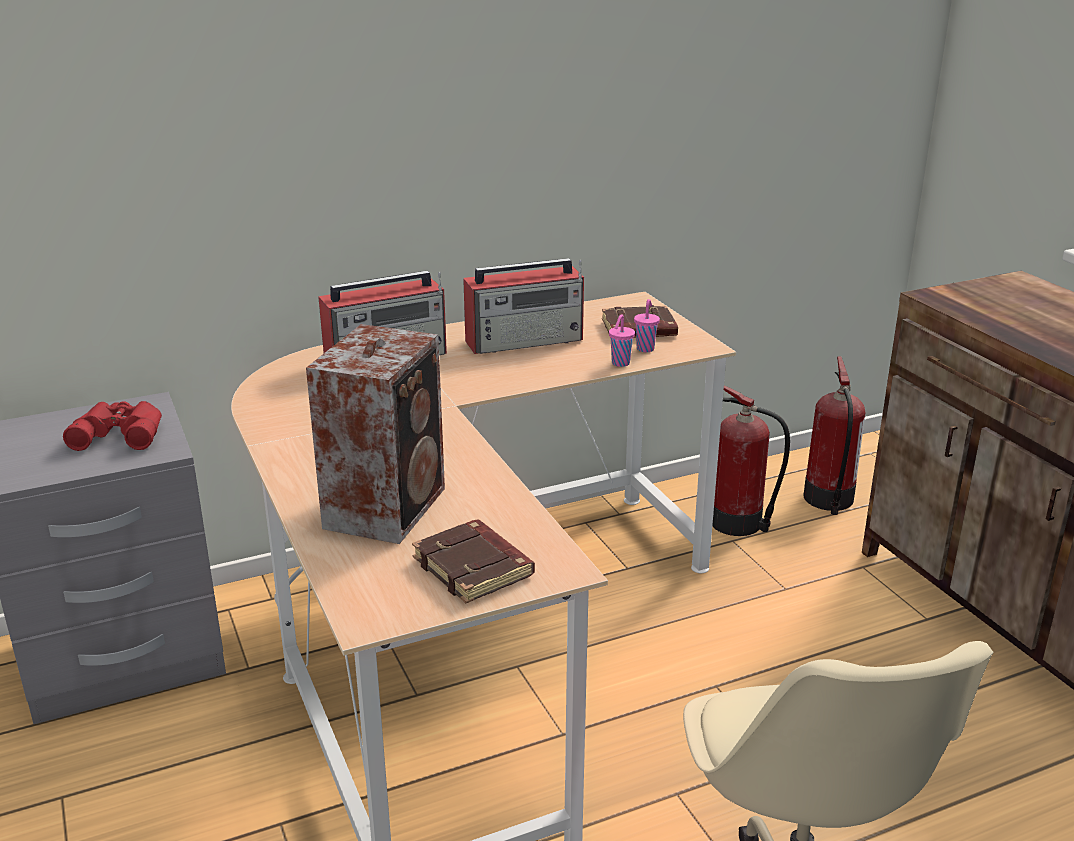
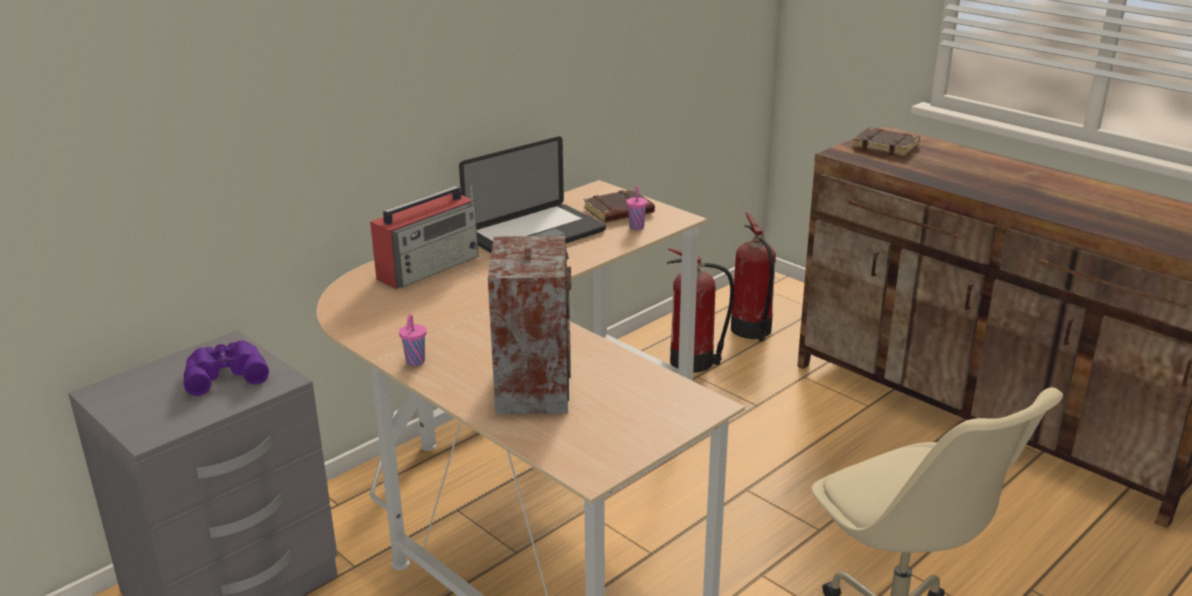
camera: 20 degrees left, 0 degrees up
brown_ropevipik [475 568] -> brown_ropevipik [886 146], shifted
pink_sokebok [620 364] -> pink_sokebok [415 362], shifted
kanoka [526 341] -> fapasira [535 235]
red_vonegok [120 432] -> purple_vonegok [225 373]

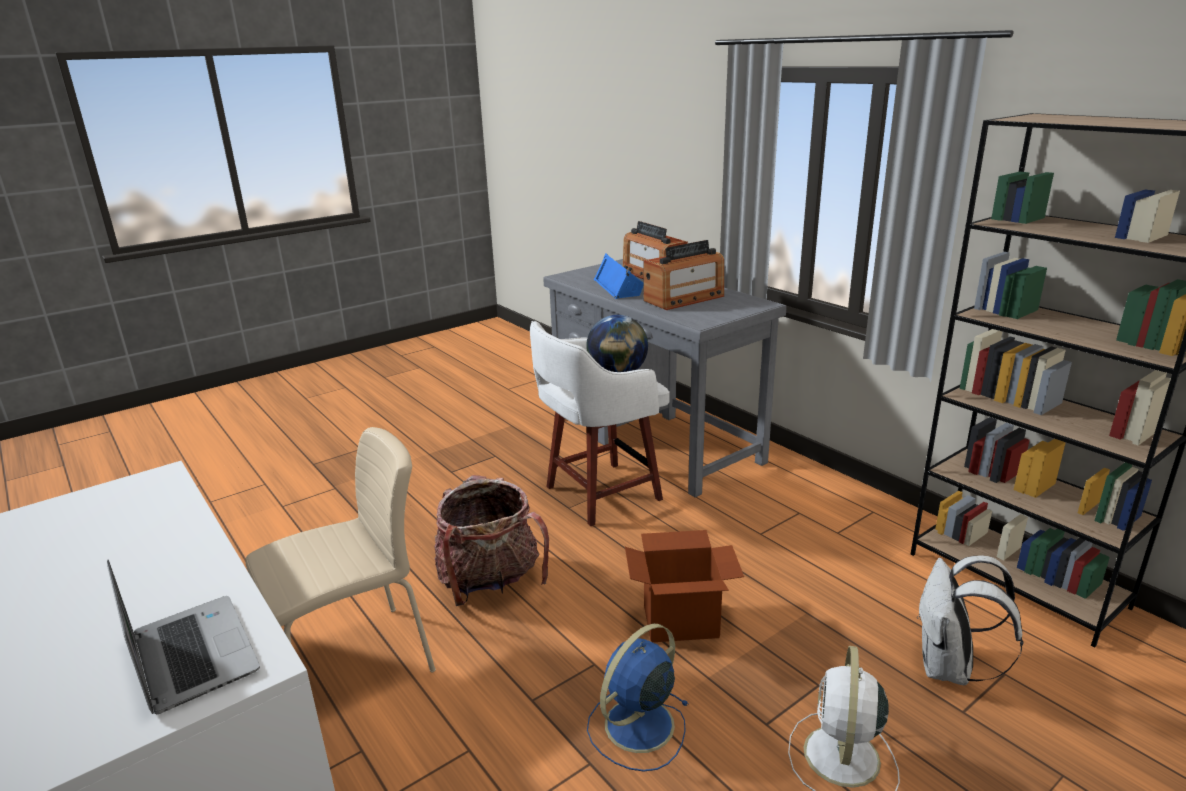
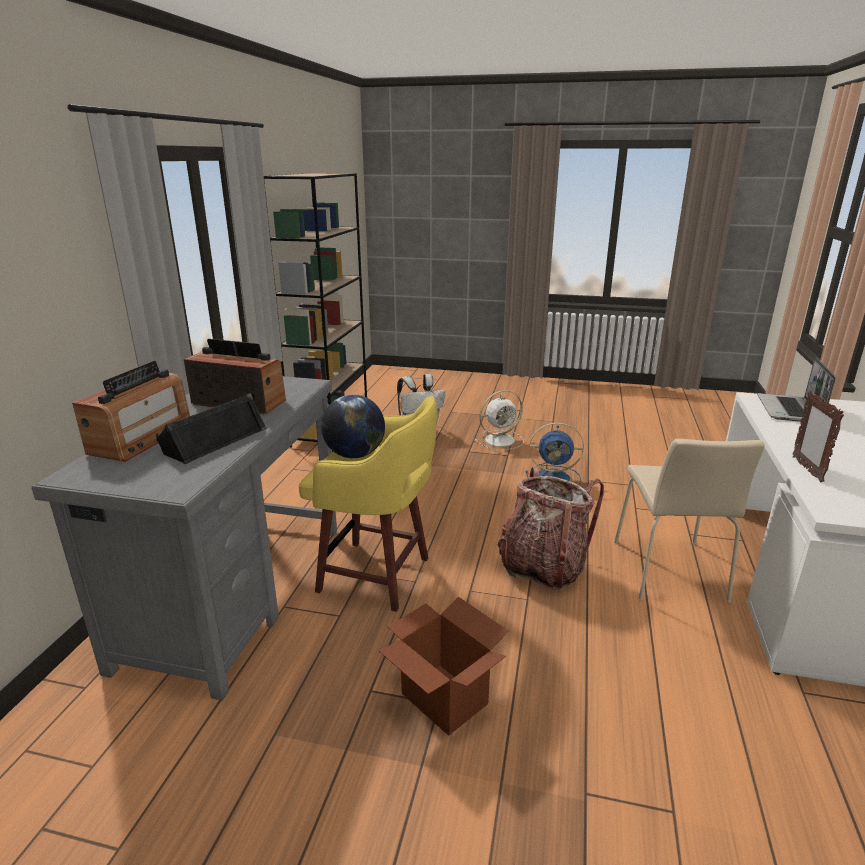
camera: 130 degrees left, 0 degrees up
none -> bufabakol [806 469]
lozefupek [681 621] -> lozefupek [443 698], shifted
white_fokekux [599 494] -> yellow_fokekux [378 575]
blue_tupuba [619 287] -> black_tupuba [214 440]
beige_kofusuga [357 662] -> beige_kofusuga [670 573], 105 degrees counterclockwise

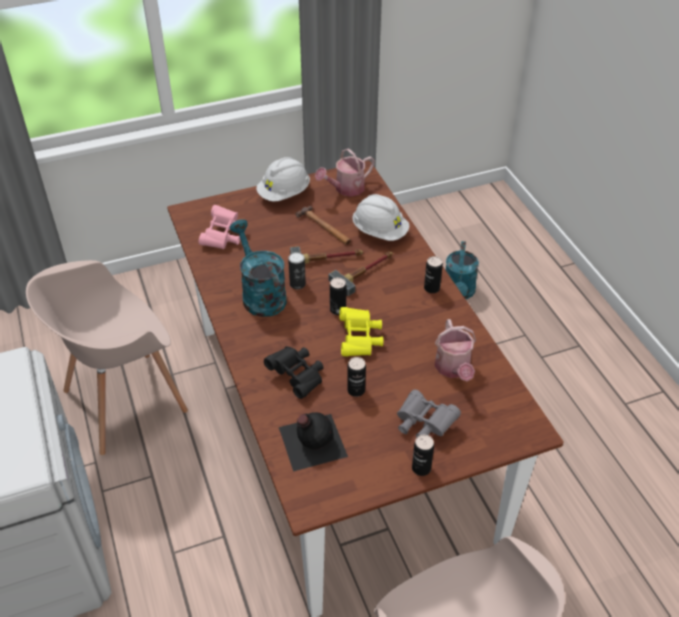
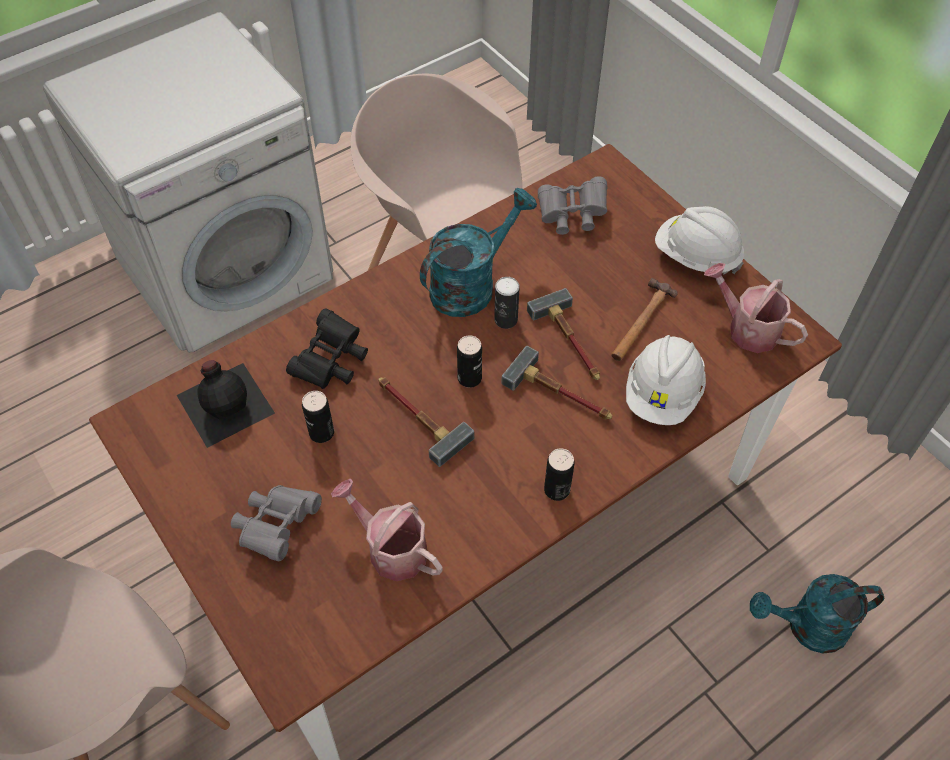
camera: 75 degrees right, 10 degrees up
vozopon [421 468] -> none
yellow_vonegok [360 340] -> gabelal [417 417]
pink_vonegok [223 236] -> grey_vonegok [571 215]
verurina [453 369] -> verurina [391 548], 60 degrees clockwise

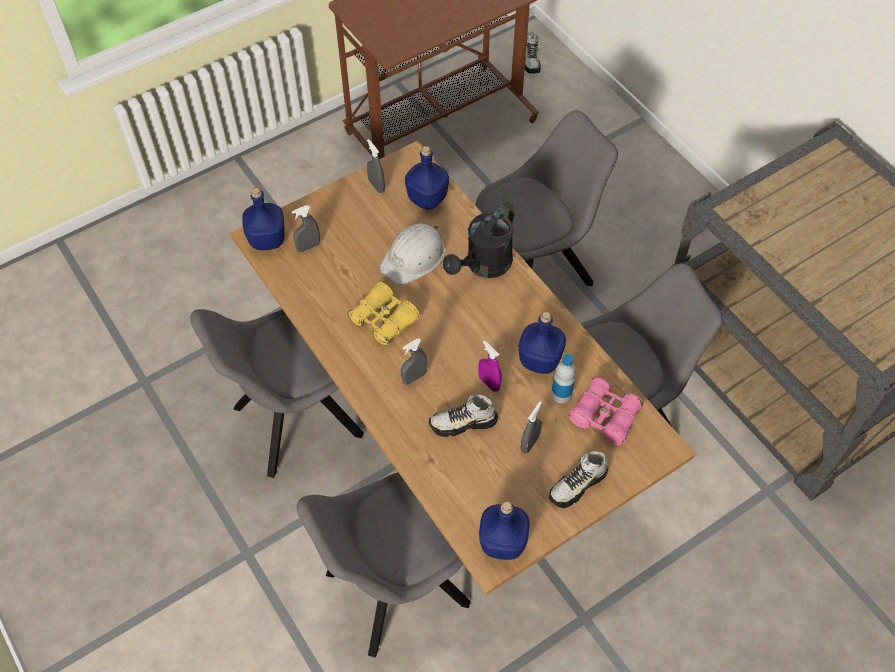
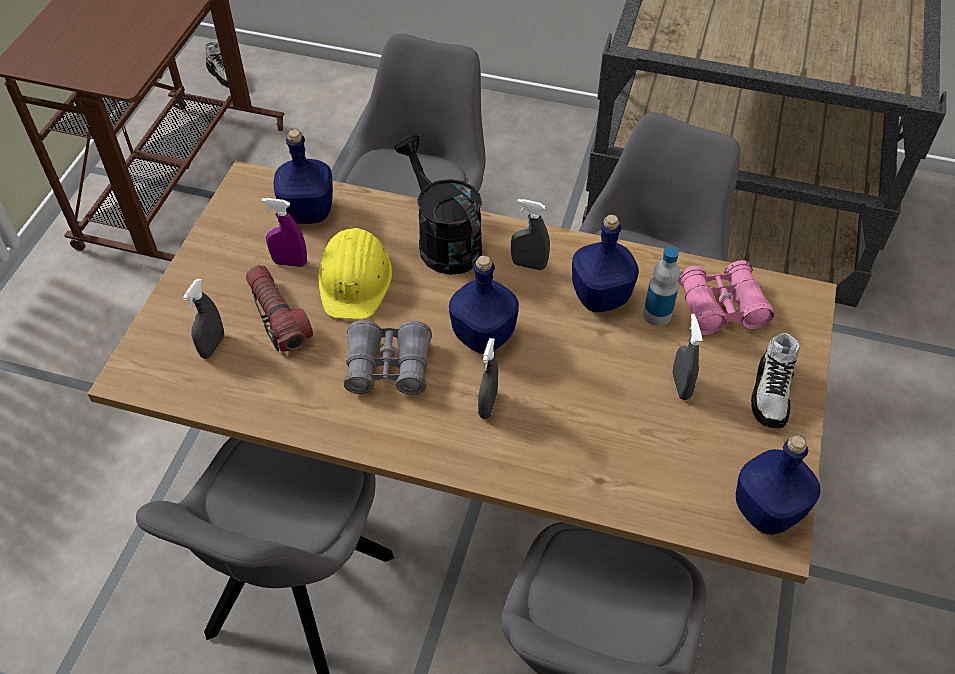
camera: 40 degrees left, 5 degrees down
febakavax [463 423] -> none
none -> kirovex [278 317]
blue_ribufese [267 239] -> blue_ribufese [482 335], shifted
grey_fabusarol [376 186] -> grey_fabusarol [529 265], shifted
purple_fabusarol [489 383] -> purple_fabusarol [290 262], shifted
yellow_vonegok [384 320] -> grey_vonegok [388 367]
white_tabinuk [414 257] -> yellow_tabinuk [355 279]
black_verurina [484 266] -> black_verurina [443 241], 150 degrees clockwise

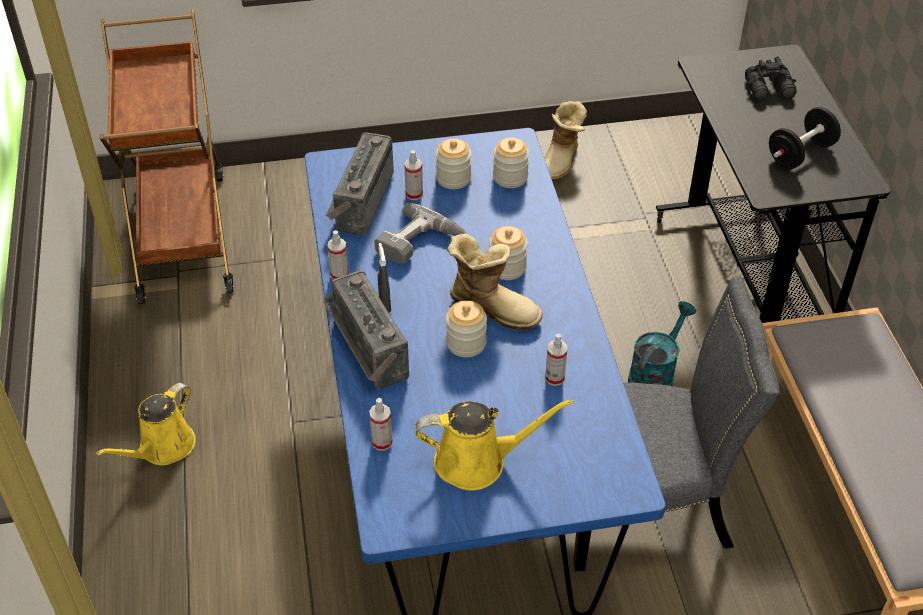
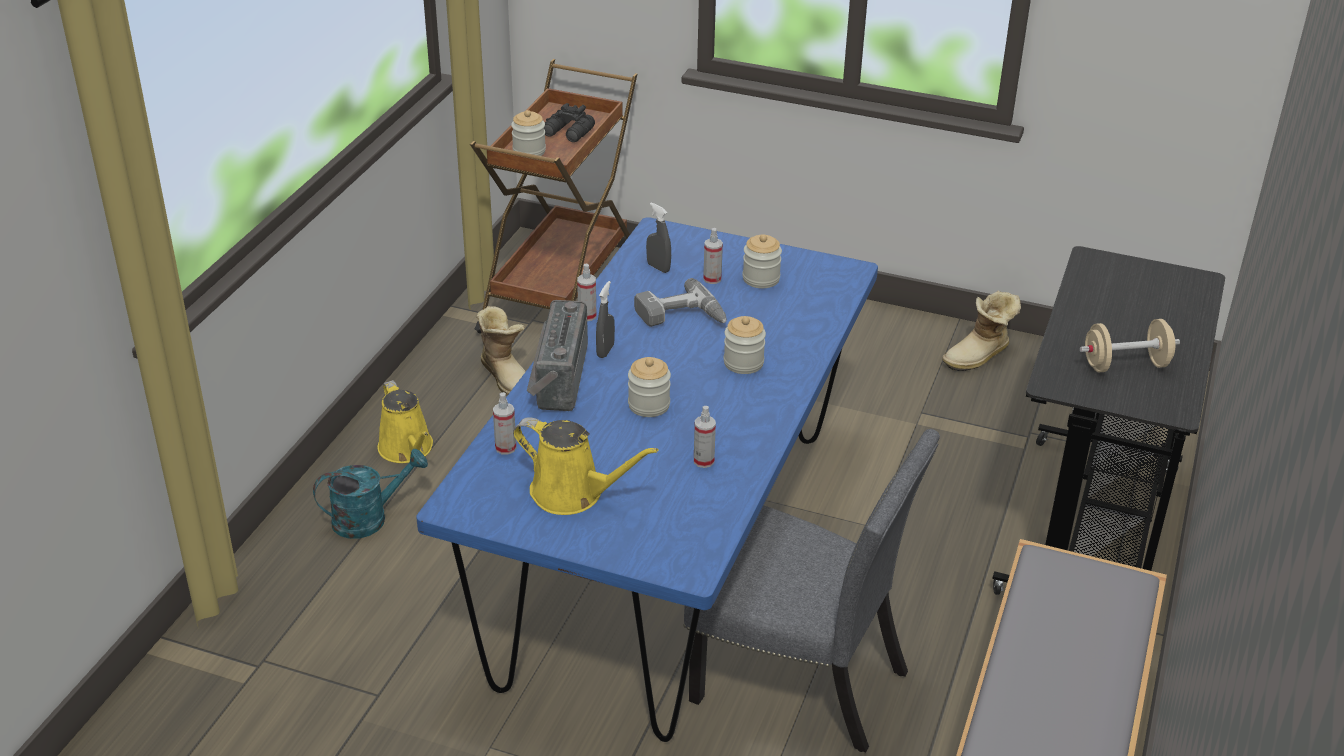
camera: 30 degrees right, 10 degrees down
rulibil [493 306] -> rulibil [507 377], shifted
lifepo [510 177] -> lifepo [529 151], shifted
turquoise_verurina [655 374] -> turquoise_verurina [369 518], shifted
black_vonegok [770 89] -> black_vonegok [568 133], shifted
kanoka [360 201] -> grey_fabusarol [658 267]
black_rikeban [800 154] -> beige_rikeban [1125 365]
yellow_verurina [163 448] -> yellow_verurina [407 449], 90 degrees counterclockwise

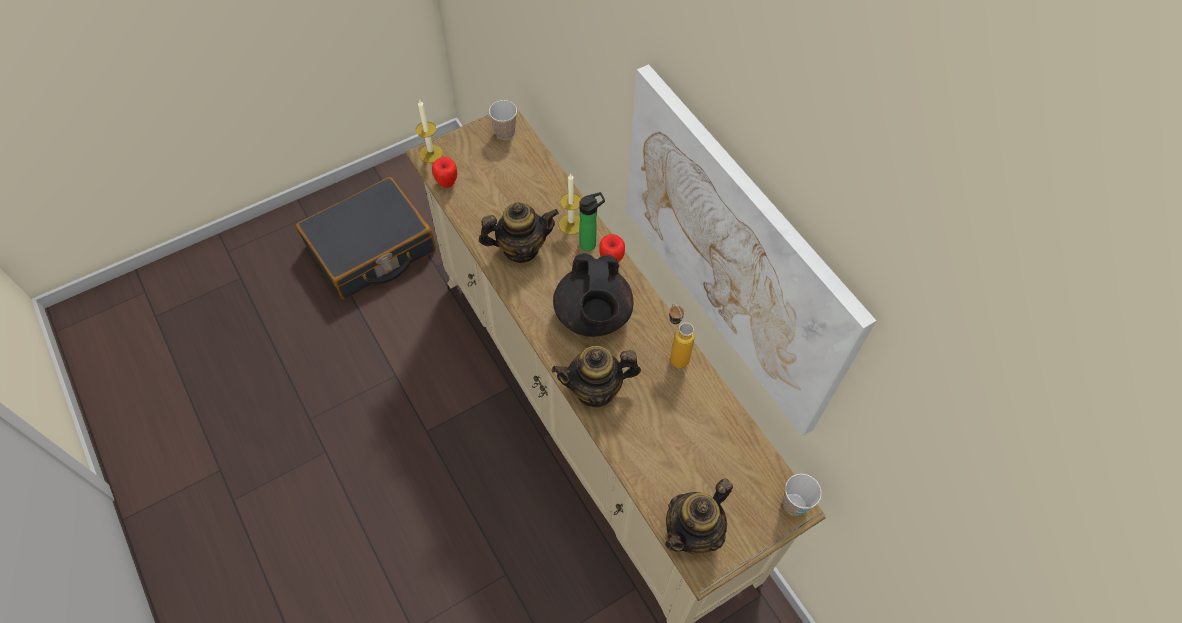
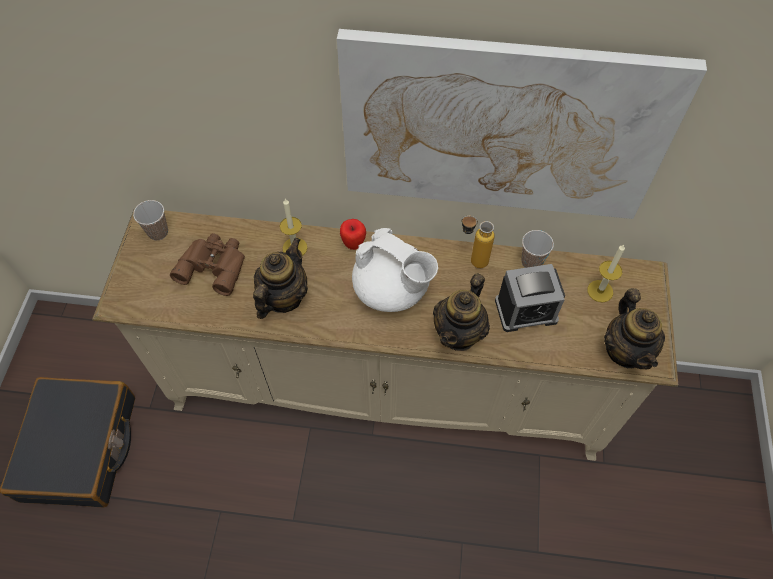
camera: 50 degrees left, 0 degrees up
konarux [447 183] -> none
ribufese [590 243] -> none
none -> brown_vonegok [214 265]
none -> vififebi [526 310]
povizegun [431 153] -> povizegun [600 291], shifted
sokebok [794 504] -> sokebok [531 262], shifted
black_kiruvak [593 316] -> white_kiruvak [392 290]

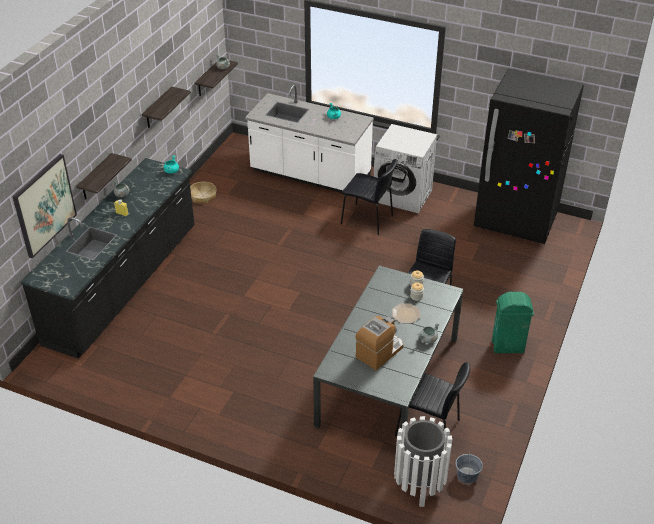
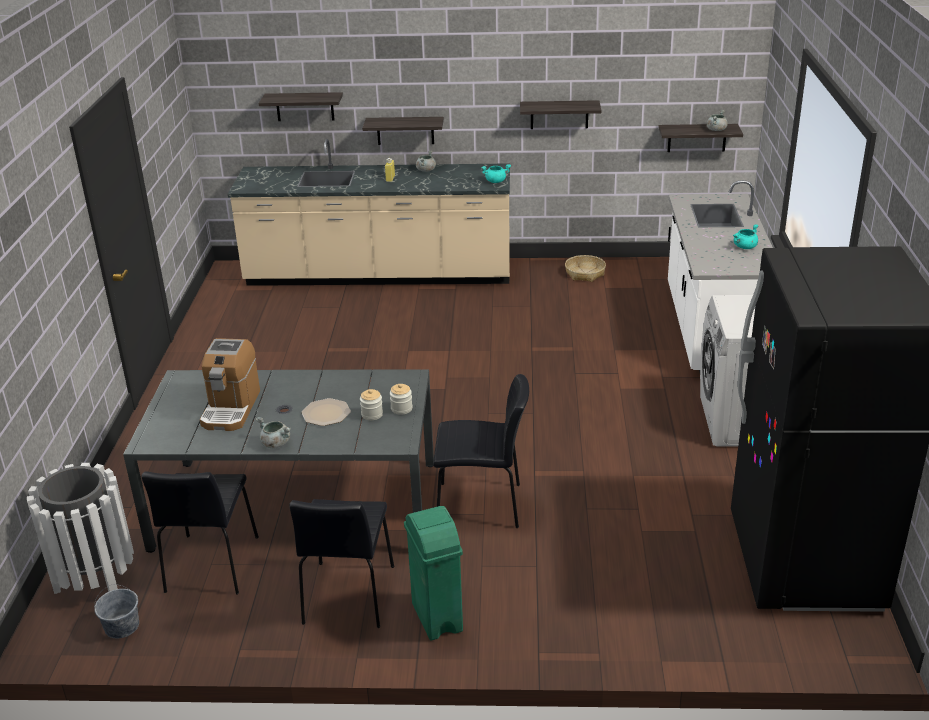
camera: 70 degrees right, 10 degrees down
black_kofusuga [368 220] -> black_kofusuga [348 597], shifted
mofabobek [44 205] -> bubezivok [305 106]
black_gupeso [124 285] -> beige_gupeso [379 275]
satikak [379 352] -> satikak [231 408], 75 degrees clockwise

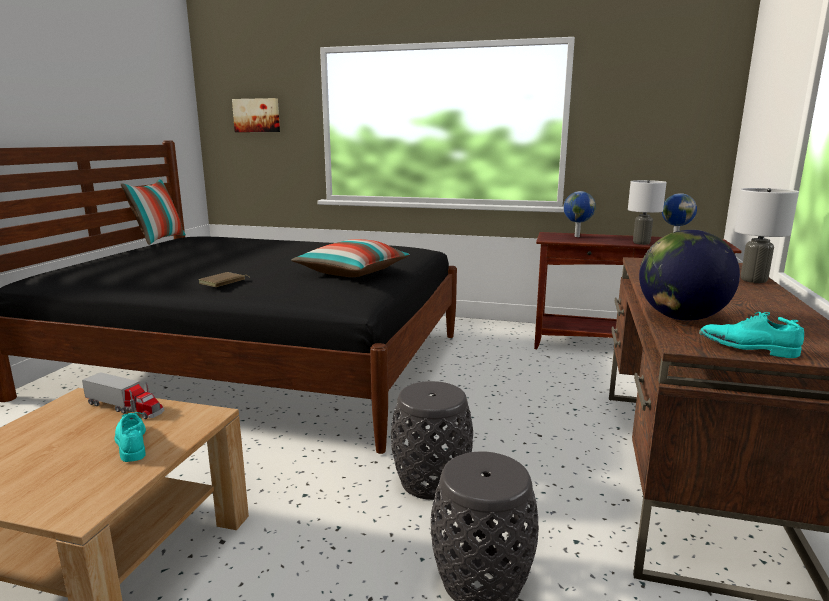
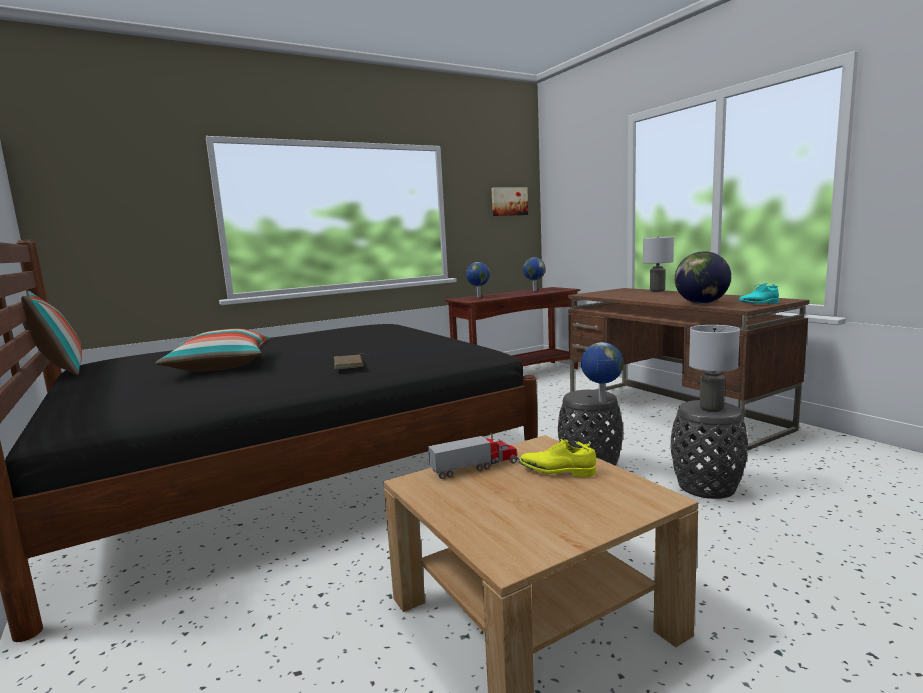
camera: 45 degrees left, 5 degrees down
none -> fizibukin [601 401]
mofabobek [257 115] -> mofabobek [509 201], shifted
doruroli [352 272] -> doruroli [221 366], shifted
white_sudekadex [641 243] -> white_sudekadex [710 408], shifted
turquoise_febakavax [132 443] -> yellow_febakavax [556 472]

